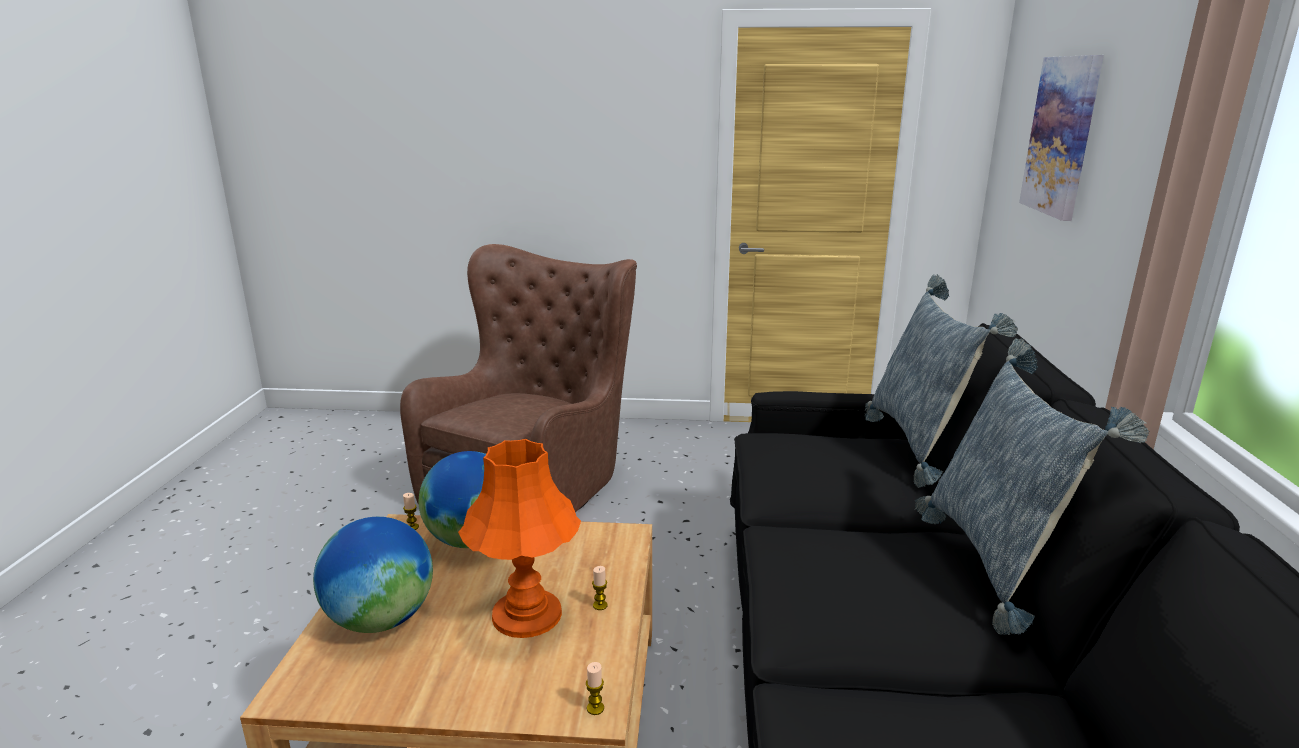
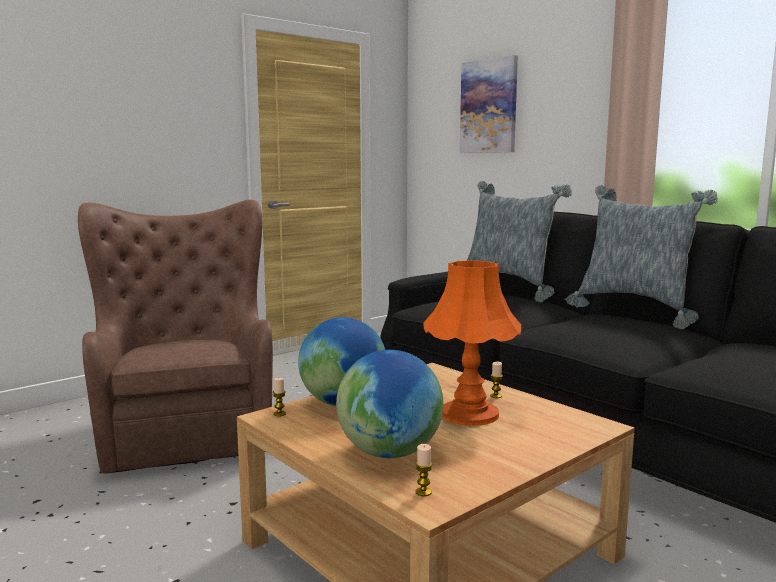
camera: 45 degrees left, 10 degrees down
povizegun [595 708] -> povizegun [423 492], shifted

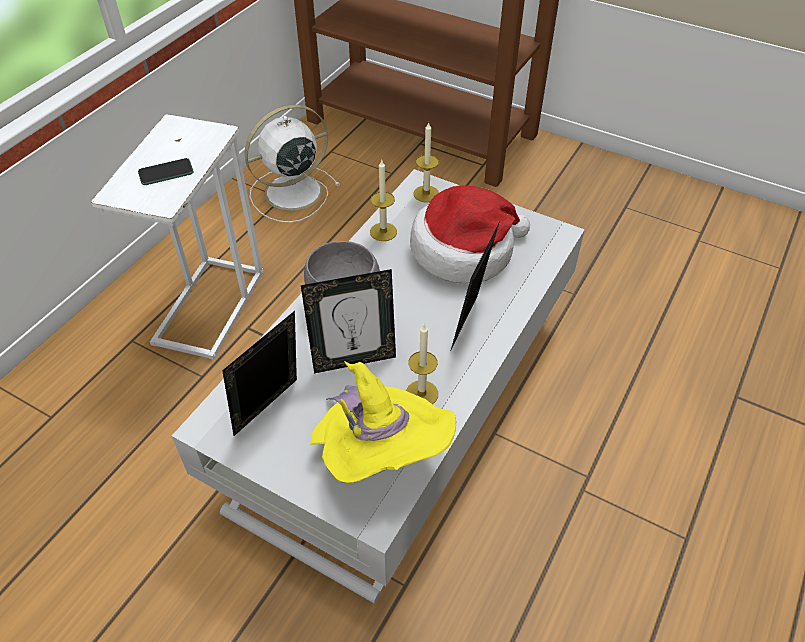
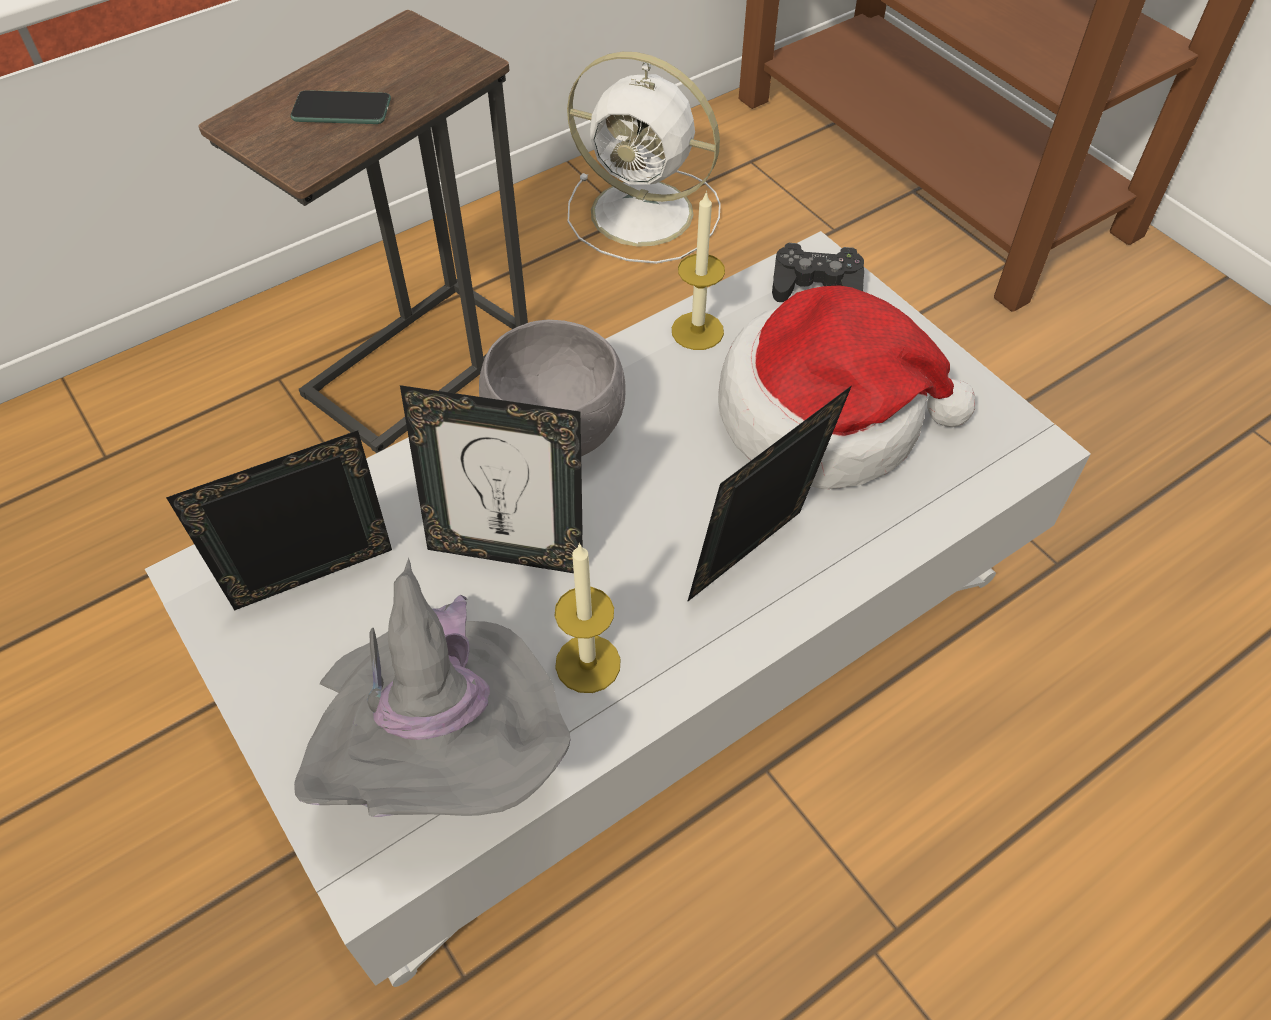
camera: 25 degrees right, 5 degrees up
povizegun [426 194] -> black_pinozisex [816 284]
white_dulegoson [209 306] -> brown_dulegoson [419 363]
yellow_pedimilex [379 455] -> grey_pedimilex [446 750]
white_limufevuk [291 193] -> white_limufevuk [646 214], 150 degrees counterclockwise

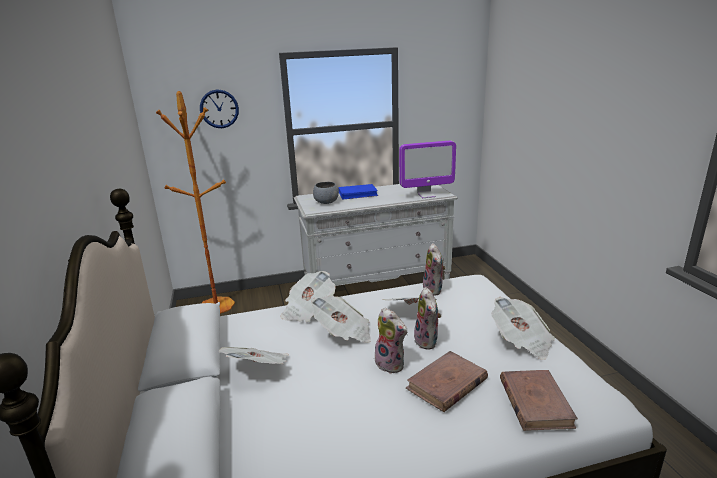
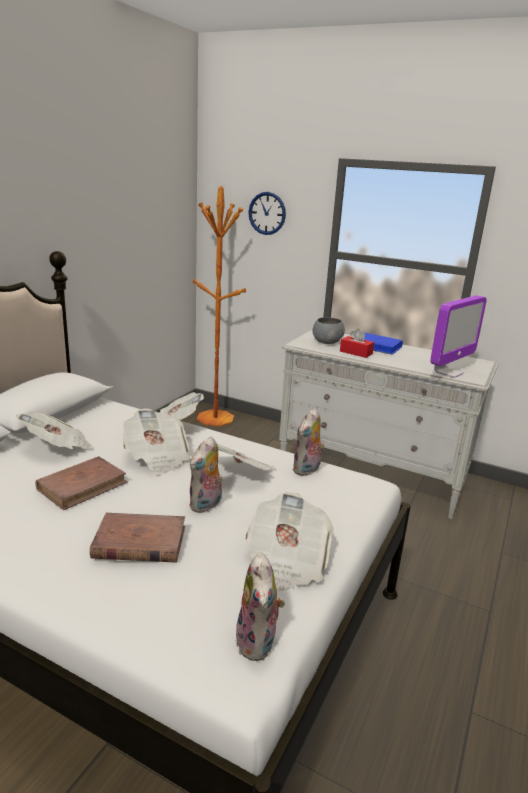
camera: 40 degrees right, 0 degrees up
none -> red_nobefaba [356 352]
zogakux [391 364] -> zogakux [258 643], shifted
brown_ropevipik [535 402] -> brown_ropevipik [82 486], shifted
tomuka [426 195] -> tomuka [448 373], 75 degrees counterclockwise

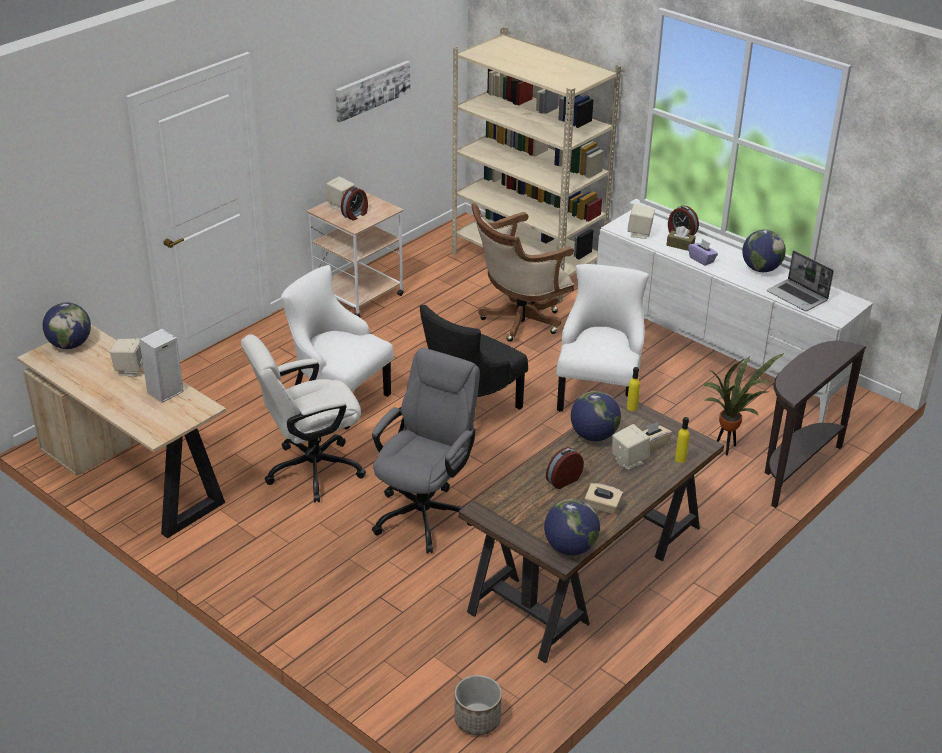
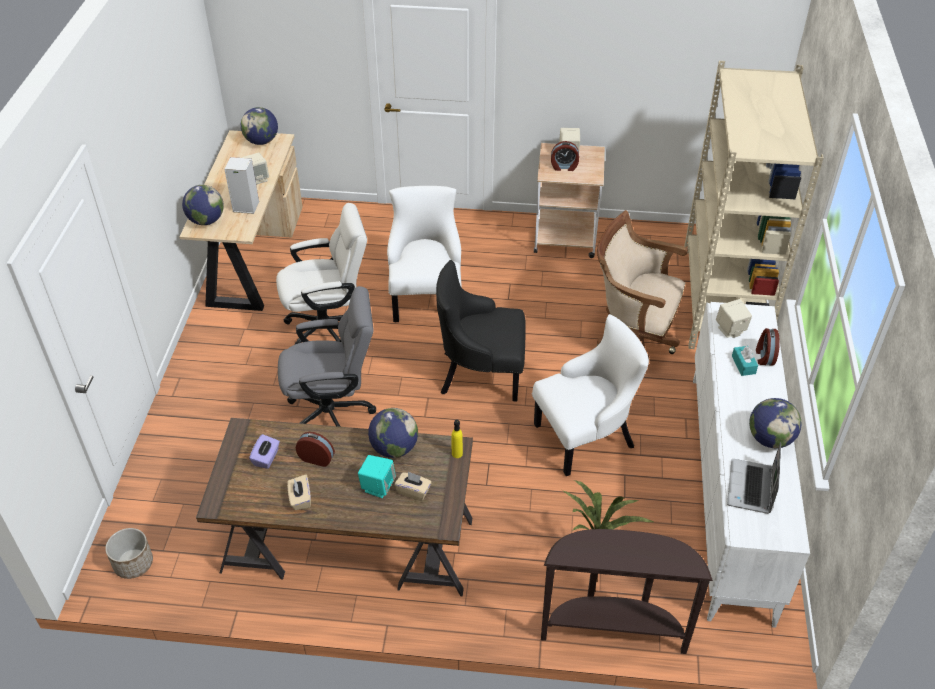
camera: 55 degrees right, 10 degrees up
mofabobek [372 90] -> none
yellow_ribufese [680 459] -> none
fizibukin [570 548] -> fizibukin [206 220], shifted
purple_nobefaba [702 260] -> purple_nobefaba [266 458], shifted
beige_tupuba [628 461] -> turquoise_tupuba [378 486]
brown_nobefaba [680 245] -> turquoise_nobefaba [743 365]
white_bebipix [309 472] -> white_bebipix [329 331], 135 degrees clockwise

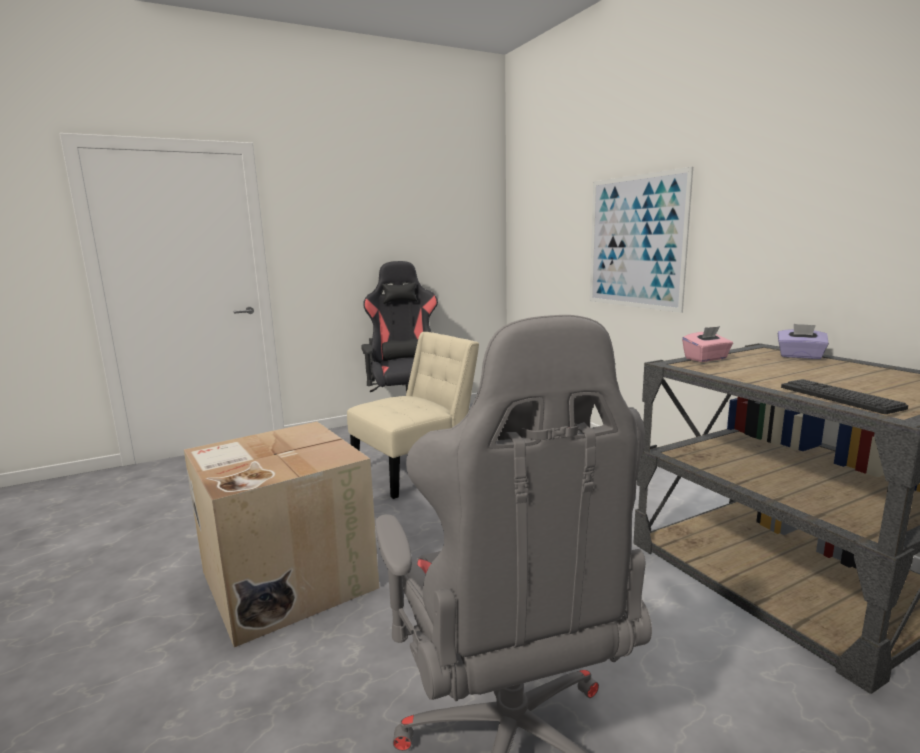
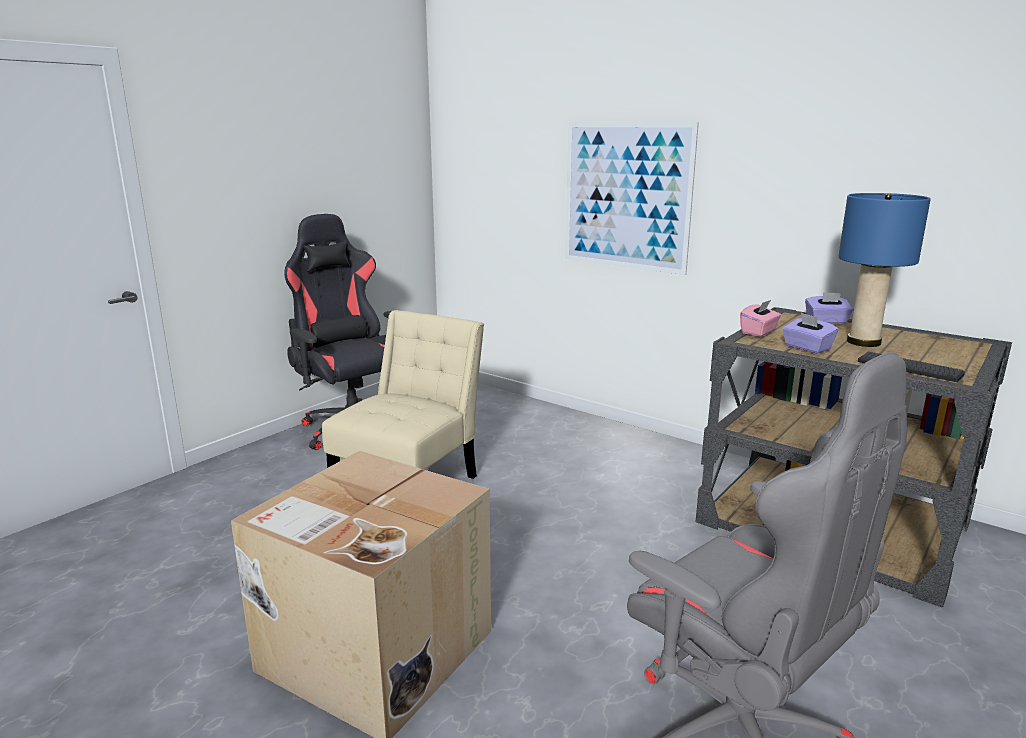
camera: 25 degrees left, 5 degrees up
none -> purple_nobefaba [807 348]
none -> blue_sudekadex [863 342]

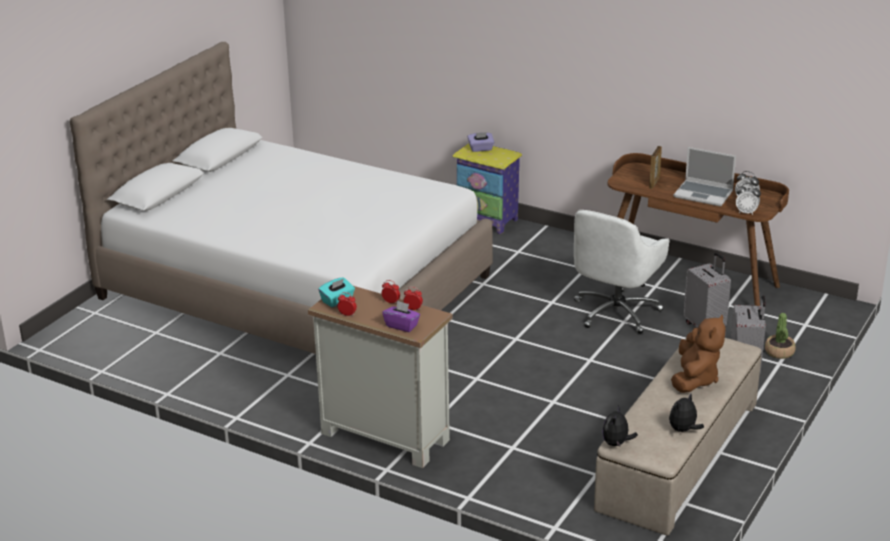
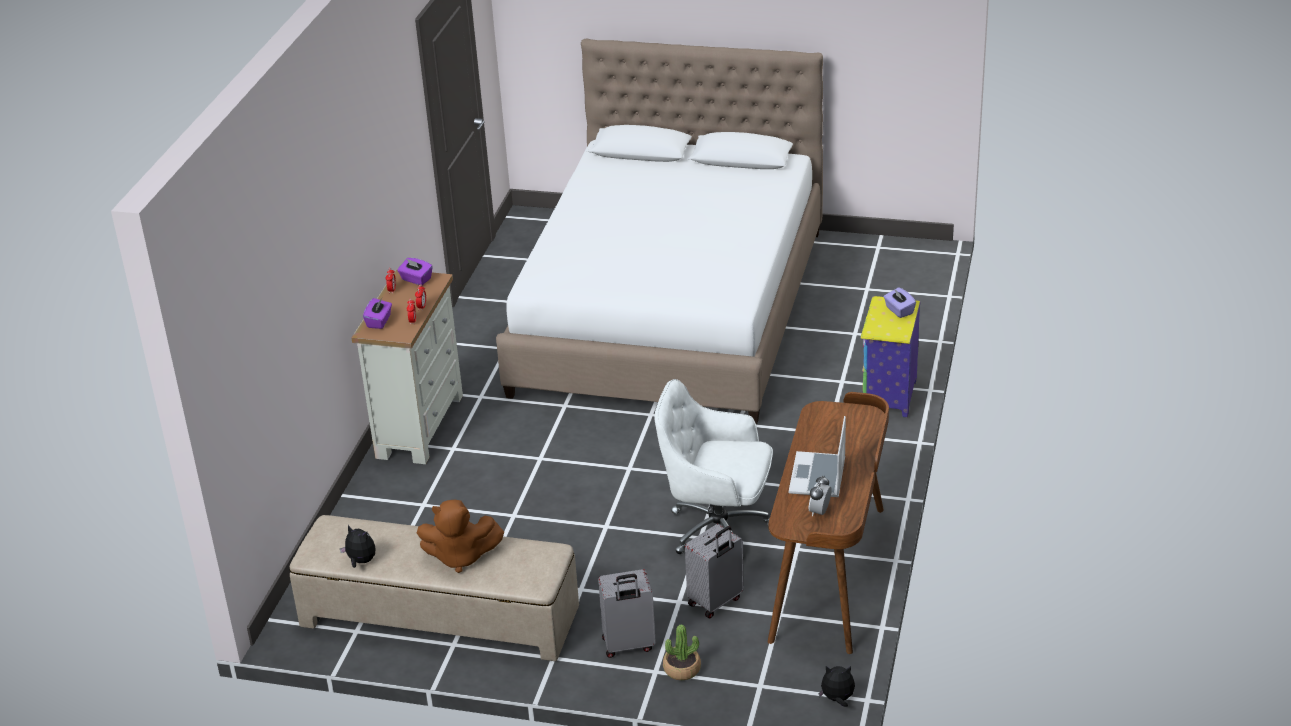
camera: 75 degrees right, 5 degrees up
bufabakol [654 183] -> none
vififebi [746 212] -> none
zogakux [616 443] -> zogakux [837 699], shifted
turquoise_nobefaba [337 301] -> purple_nobefaba [416 279]

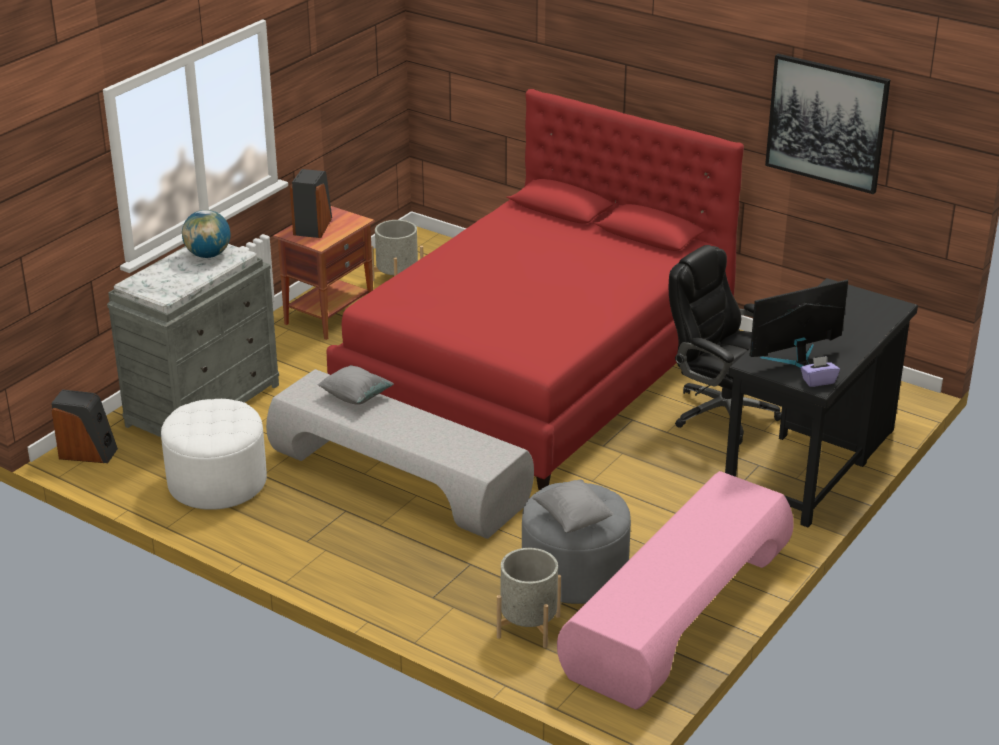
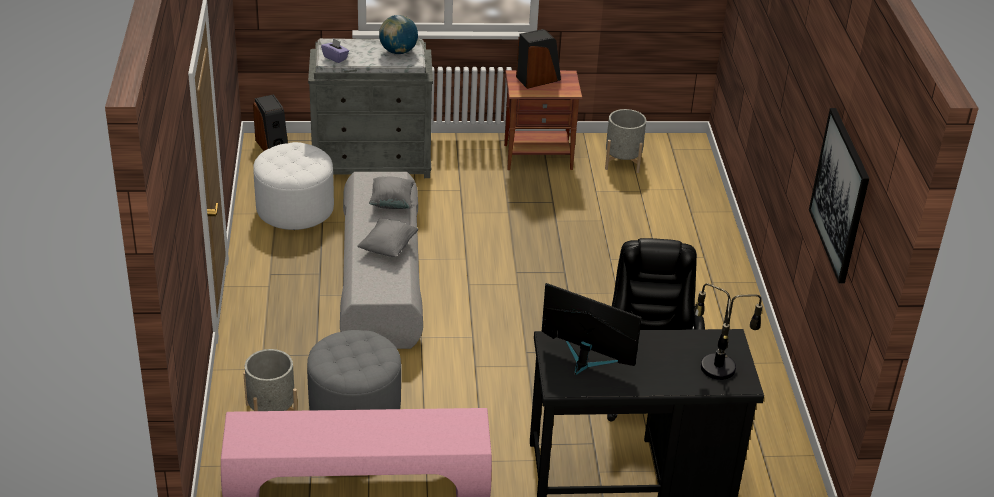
camera: 50 degrees right, 5 degrees up
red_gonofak [538 367] -> none
none -> sudekadex [717 368]
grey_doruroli [573 519] -> grey_doruroli [388 247], shifted
purple_nobefaba [818 381] -> purple_nobefaba [335 58], shifted

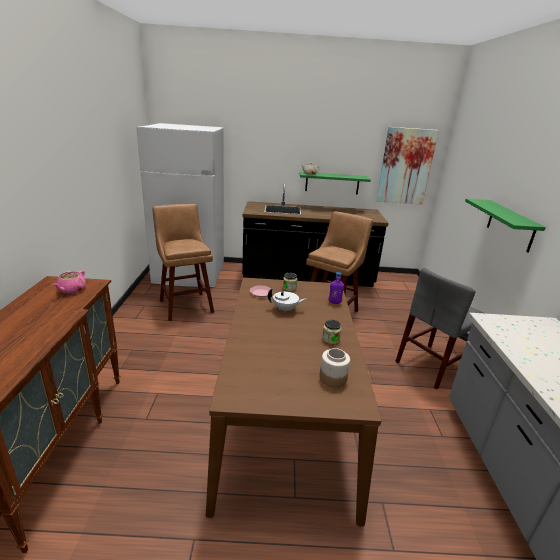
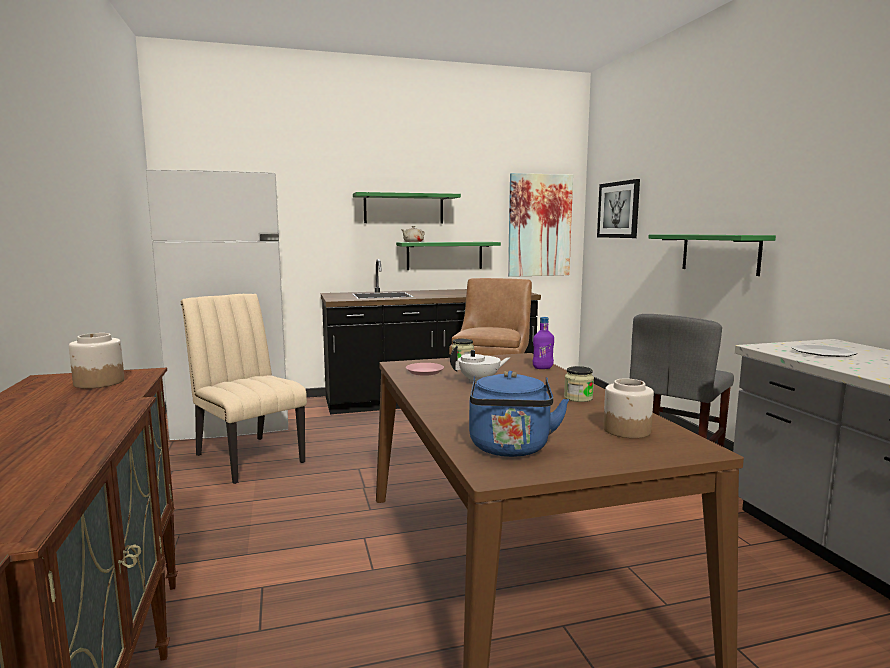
camera: 15 degrees left, 15 degrees down
none -> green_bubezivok [404 209]
none -> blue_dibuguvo [510 449]
none -> mofabobek [618 210]
none -> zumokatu [823 352]
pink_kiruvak [71 290] -> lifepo [99 382]
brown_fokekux [185 305] -> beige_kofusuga [250 459]

